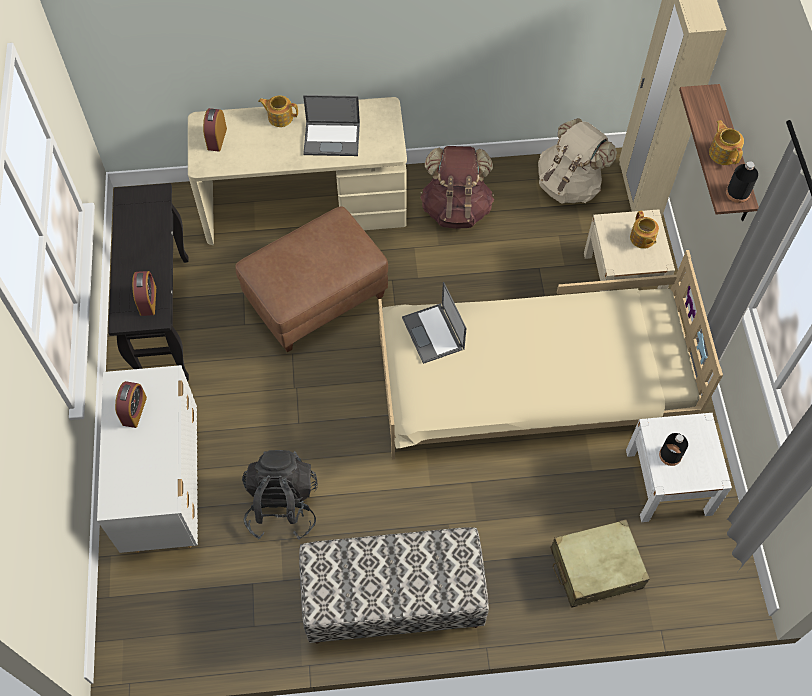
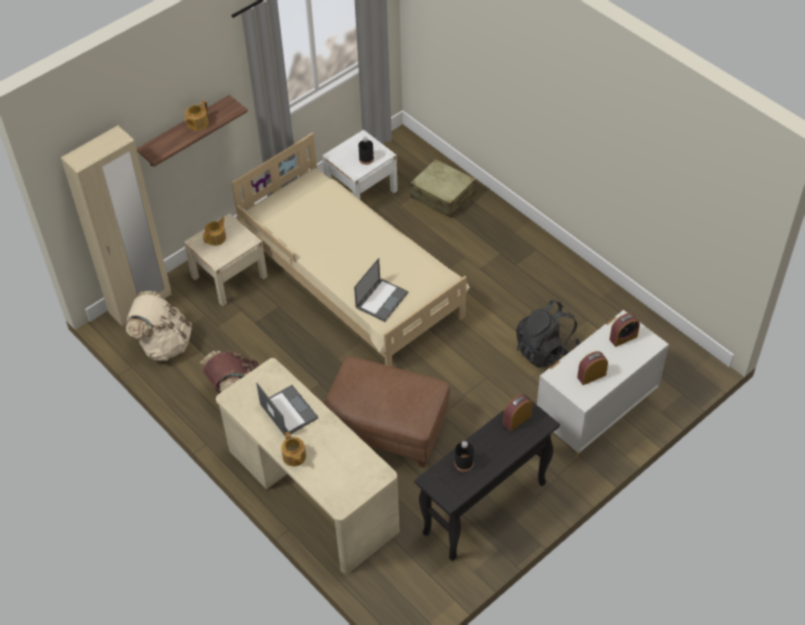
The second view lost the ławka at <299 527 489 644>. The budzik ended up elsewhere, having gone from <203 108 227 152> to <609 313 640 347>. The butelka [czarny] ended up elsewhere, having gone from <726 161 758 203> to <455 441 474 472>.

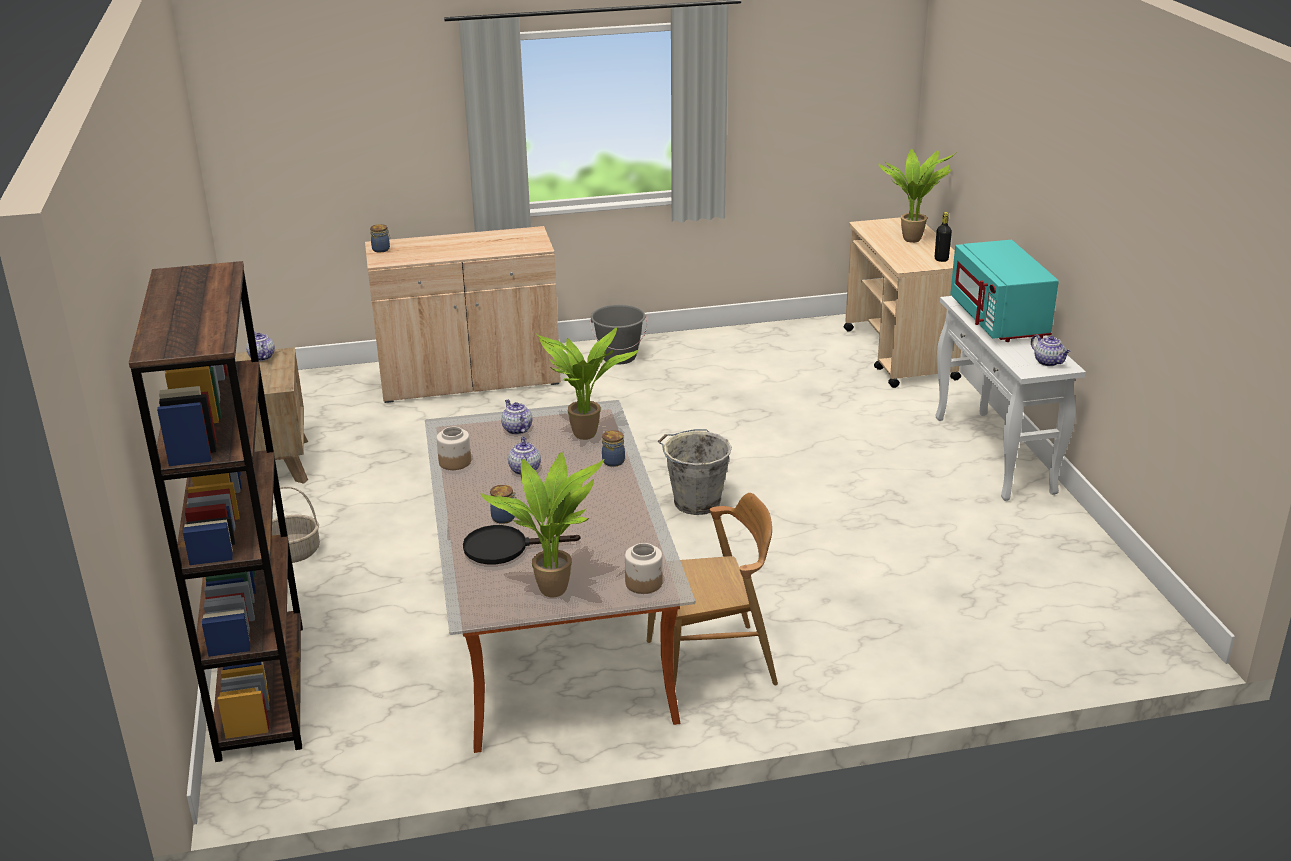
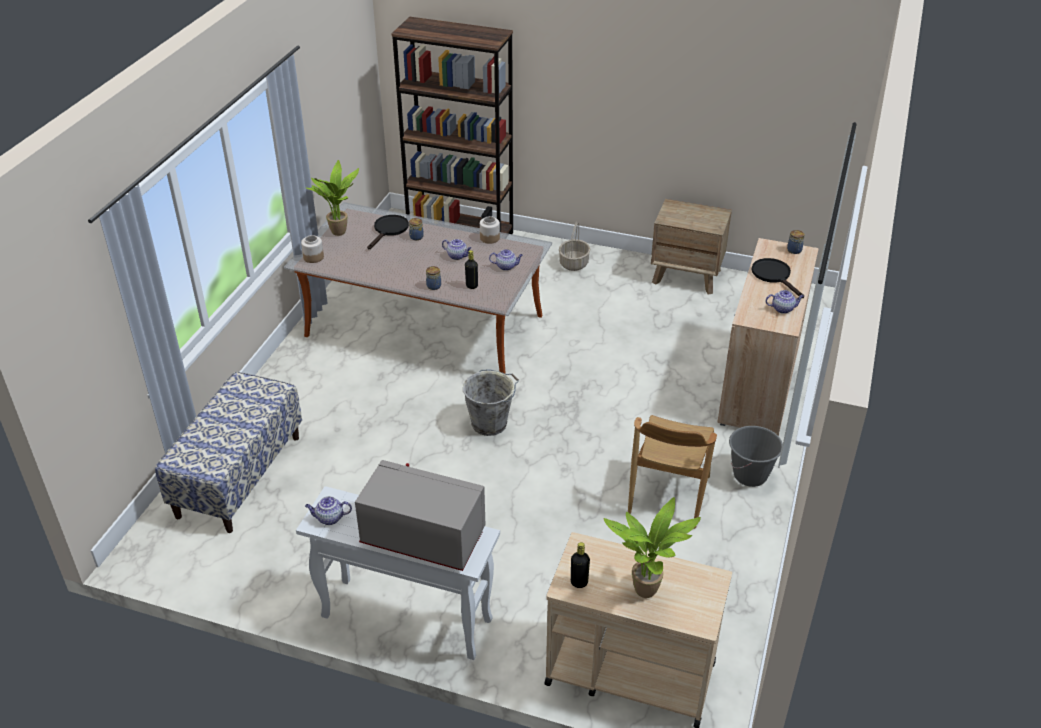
The second view gained the ławka at <155 372 302 533>. The second view gained the patelnia [czarny] at <752 258 804 298>. The imbryk ended up elsewhere, having gone from <246 331 275 361> to <766 290 804 314>. The krzesło [brązowy] ended up elsewhere, having gone from <647 493 778 688> to <628 415 717 529>. Where the roślina doniczkowa stood at <537 327 639 440>, the butelka [czarny] came to stand at <465 250 478 289>. What was the mikrofalówka [turkusowy] at <950 240 1059 342> turned into the mikrofalówka [szary] at <355 460 485 571>.

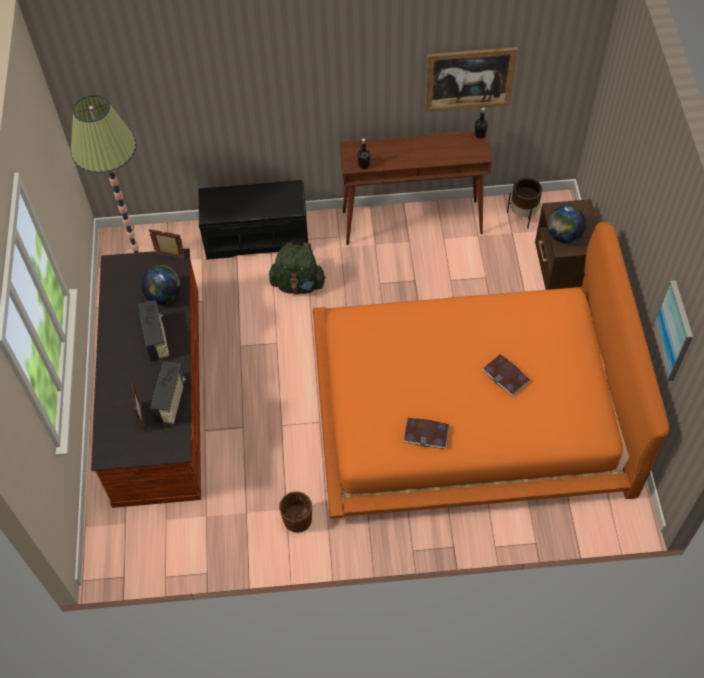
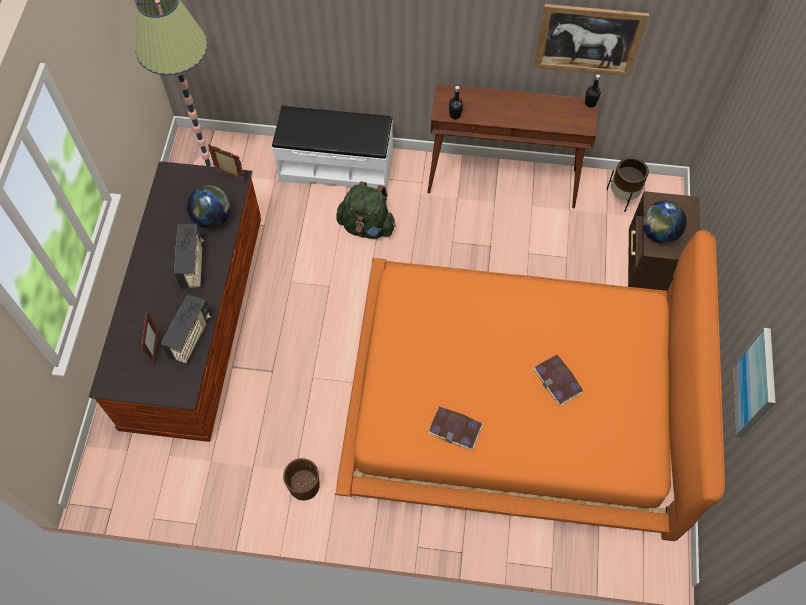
What was the ławka [czarny] at <198 180 308 260> turned into the ławka [biały] at <272 106 393 192>.

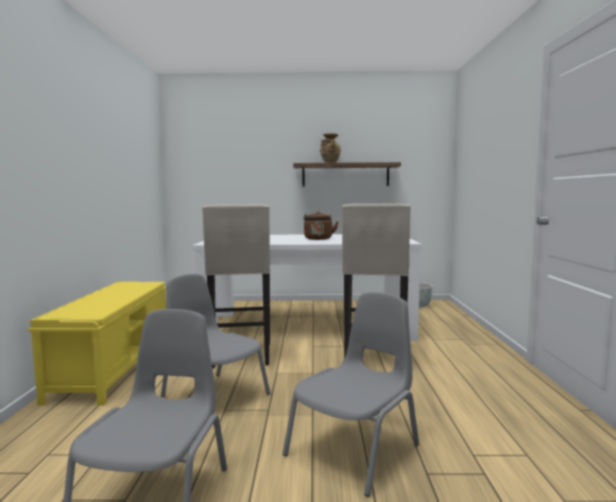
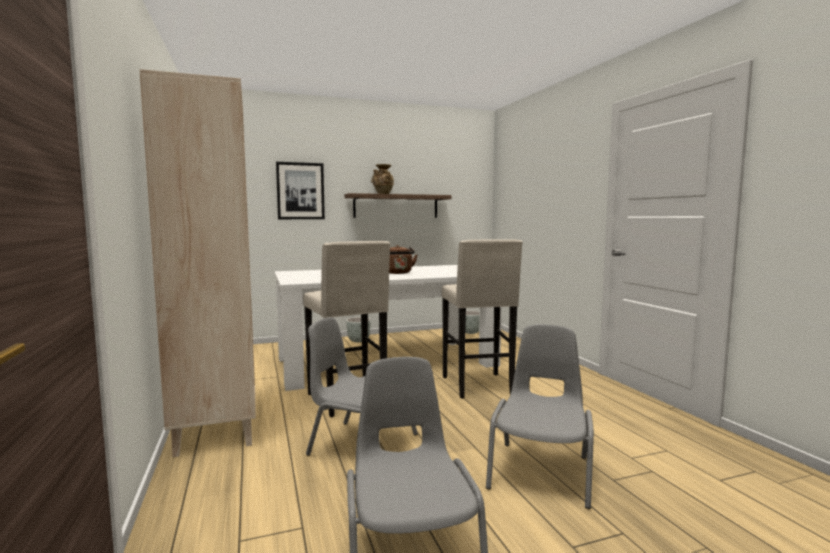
The second view gained the obraz at <276 162 325 219>. The second view gained the donica [szary] at <346 317 371 342>. Where the ławka [żółty] stood at <28 281 166 406>, the regał [beżowy] came to stand at <140 69 256 457>.

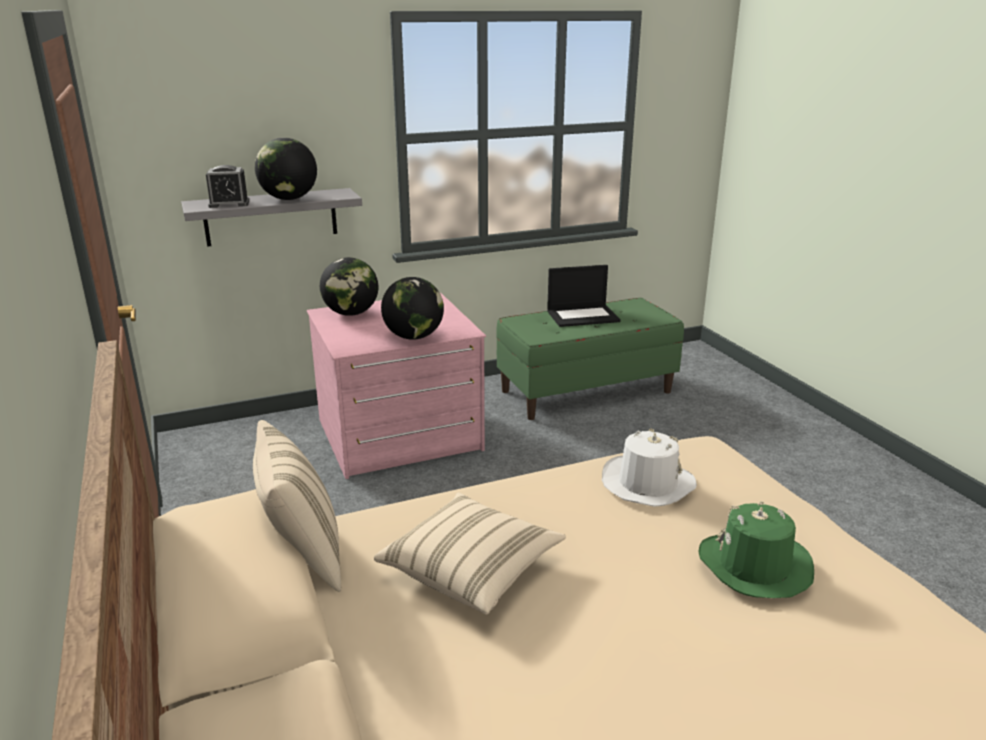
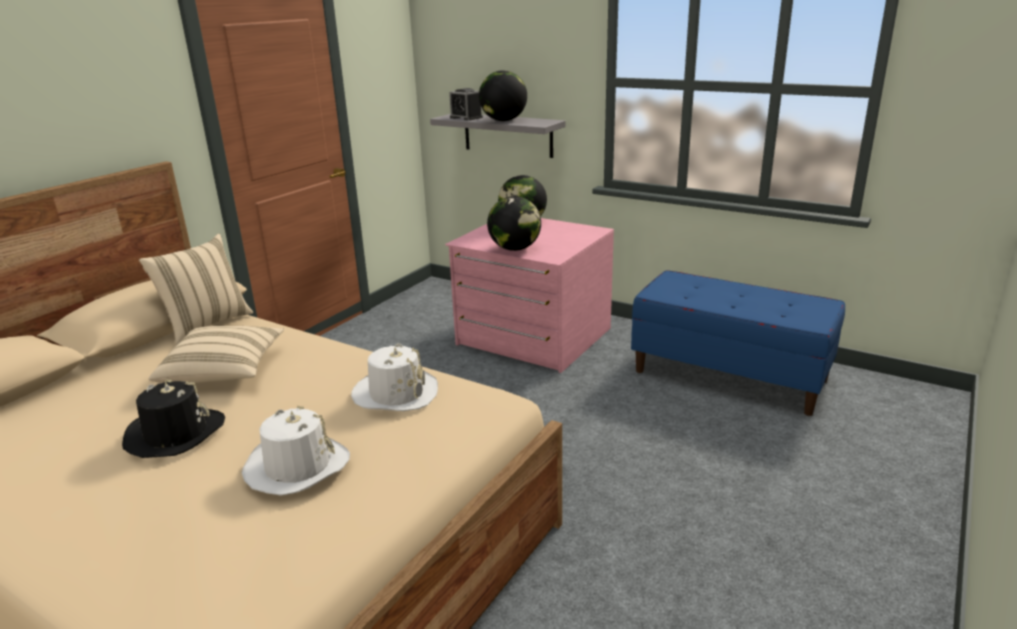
The second view lost the laptop at <547 265 621 327>. The second view gained the kapelusz [czarny] at <122 379 225 458>. What was the ławka [zielony] at <496 298 684 420> turned into the ławka [niebieski] at <631 270 845 416>. What was the kapelusz [zielony] at <698 500 814 598> turned into the kapelusz [biały] at <241 406 350 496>.

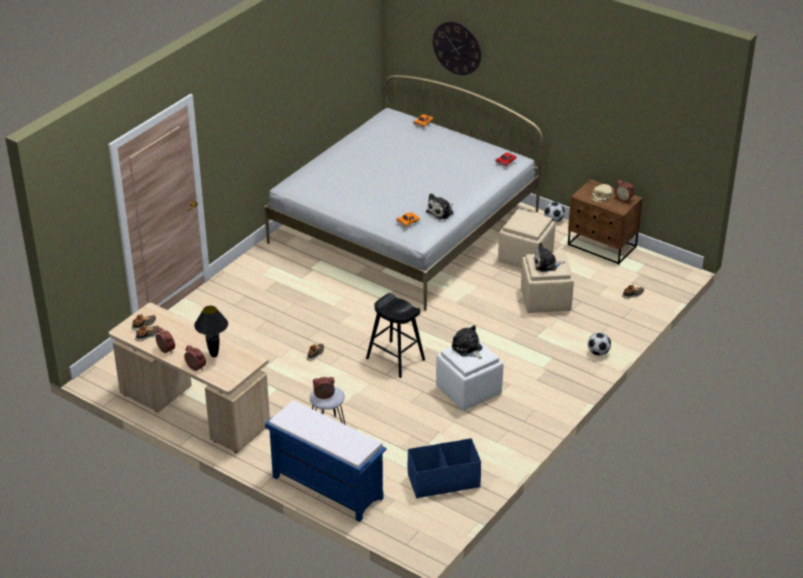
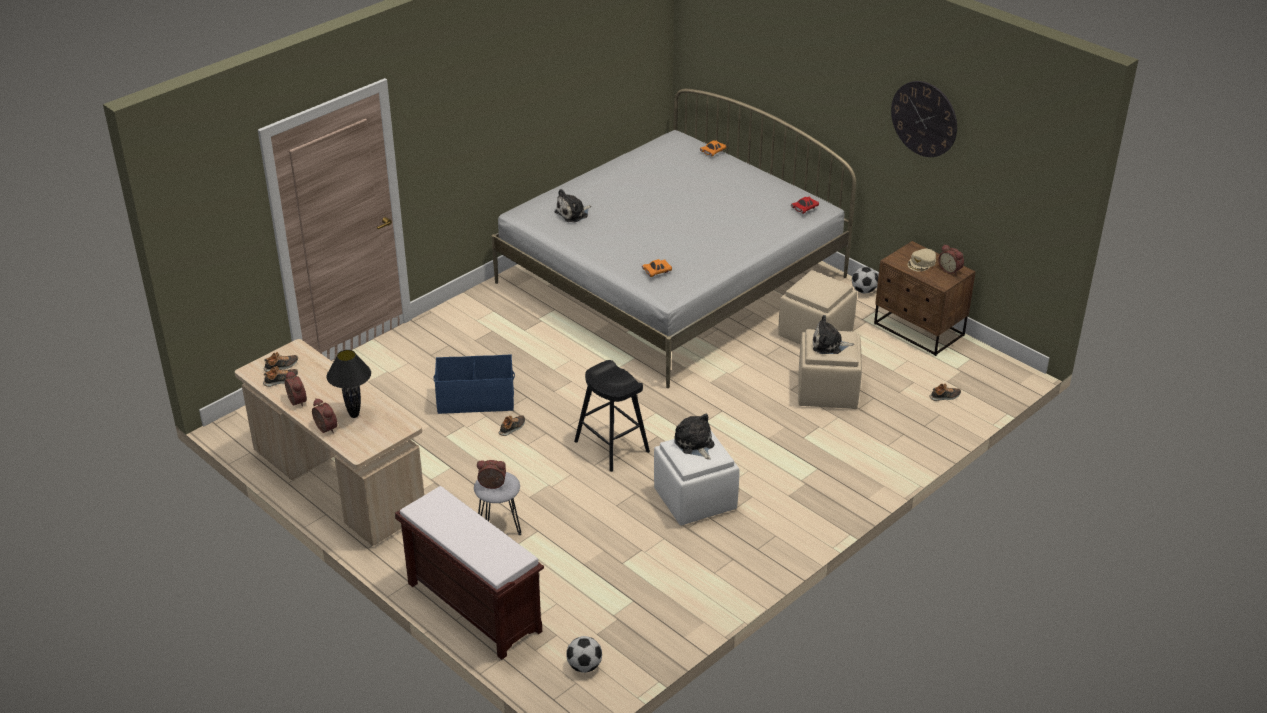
The pojemnik do przechowywania [niebieski] ended up elsewhere, having gone from <408 438 481 498> to <433 354 515 414>. The pluszak ended up elsewhere, having gone from <426 193 454 220> to <555 189 591 223>. The zegar ścienny ended up elsewhere, having gone from <433 21 481 75> to <891 81 957 157>. The piłka futbolowa ended up elsewhere, having gone from <588 332 611 356> to <567 636 602 673>. What was the ławka [niebieski] at <265 400 387 522> turned into the ławka [brązowy] at <395 486 544 660>.

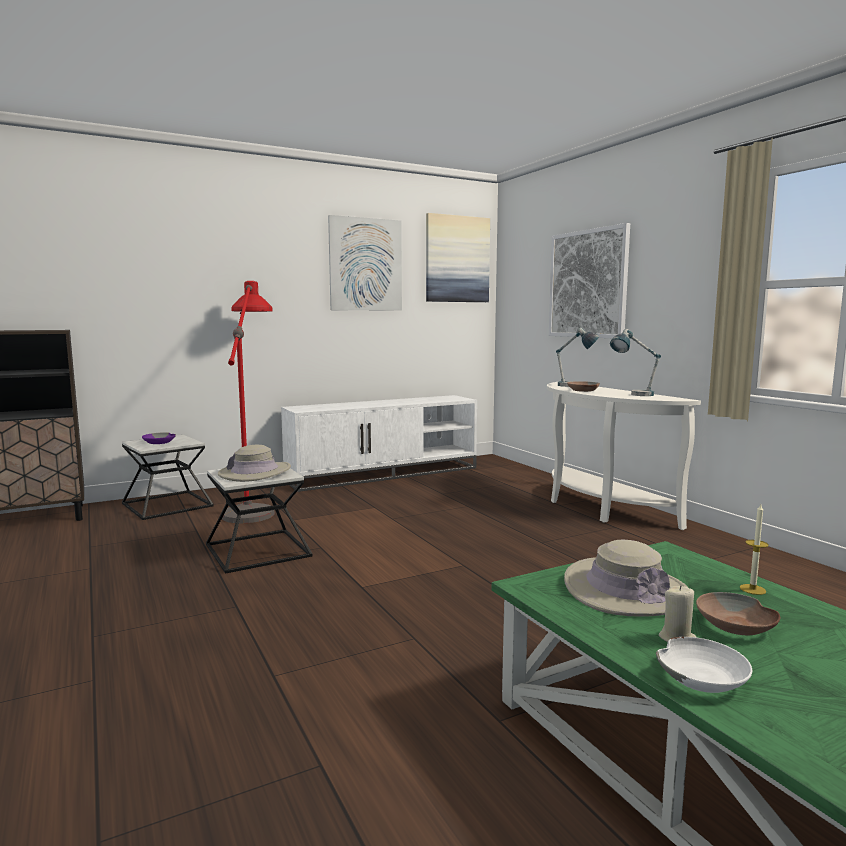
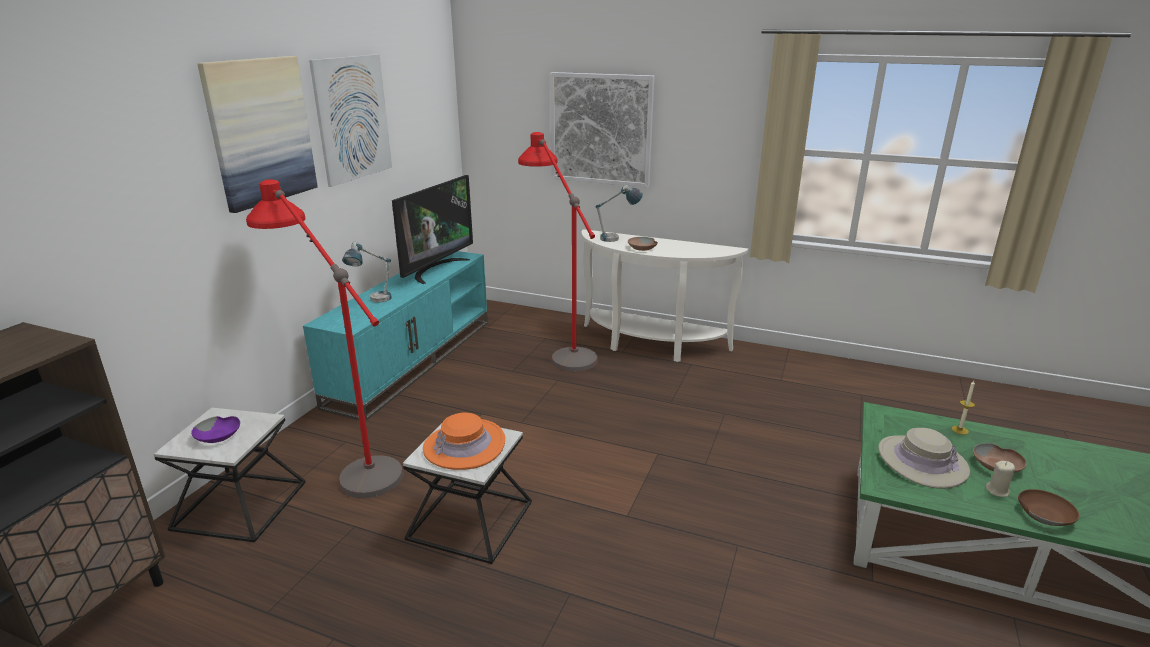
The second view gained the telewizor at <392 175 473 284>. The second view gained the lampa stojąca [czerwony] at <518 132 598 372>. The obraz ended up elsewhere, having gone from <426 213 490 302> to <197 56 318 213>. The lampa stołowa ended up elsewhere, having gone from <610 329 661 396> to <342 242 392 302>. What was the kapelusz [beżowy] at <218 445 291 482> turned into the kapelusz [pomarańczowy] at <423 413 505 470>. What was the szafka pod telewizor [biały] at <281 395 477 492> turned into the szafka pod telewizor [turkusowy] at <303 251 488 421>. What was the miska [biały] at <656 637 752 693> turned into the miska [brązowy] at <1018 489 1079 526>.

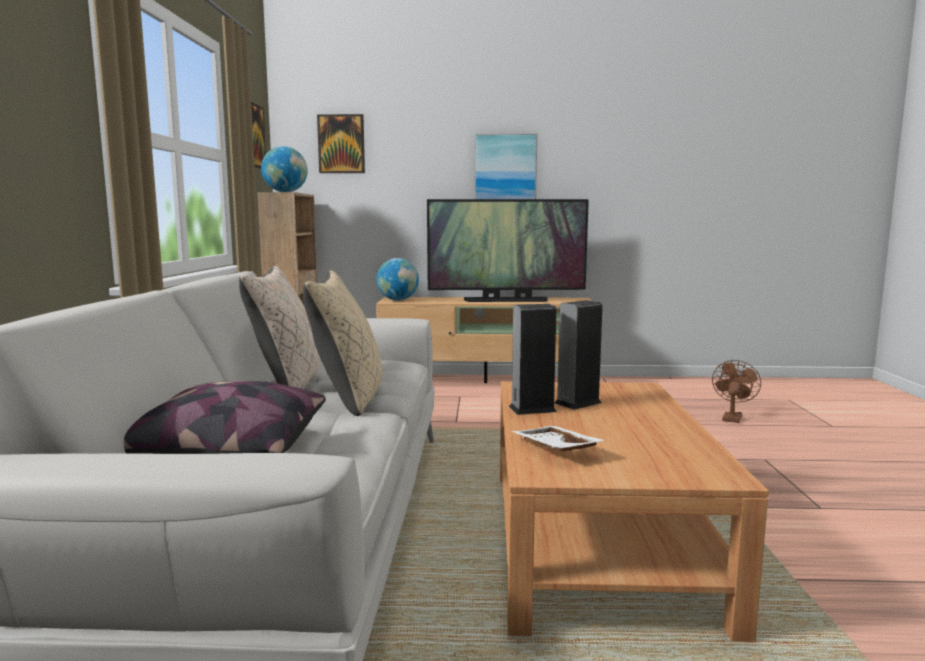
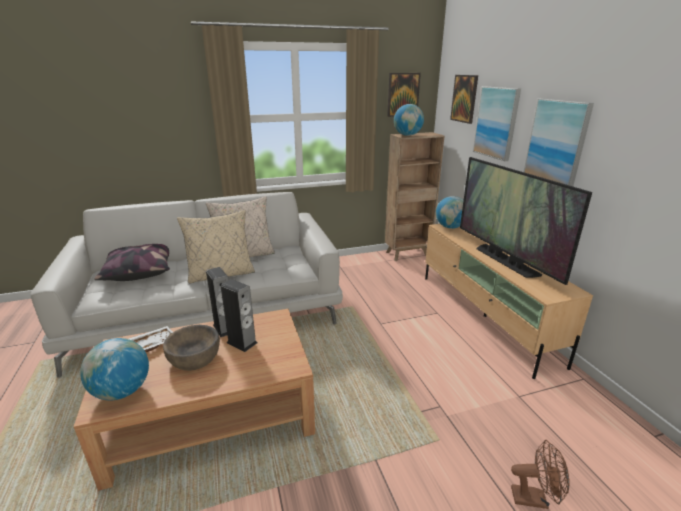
The second view gained the globus at <80 338 149 400>. The second view gained the miska [brązowy] at <163 325 220 371>. The second view gained the obraz at <473 86 521 161>.

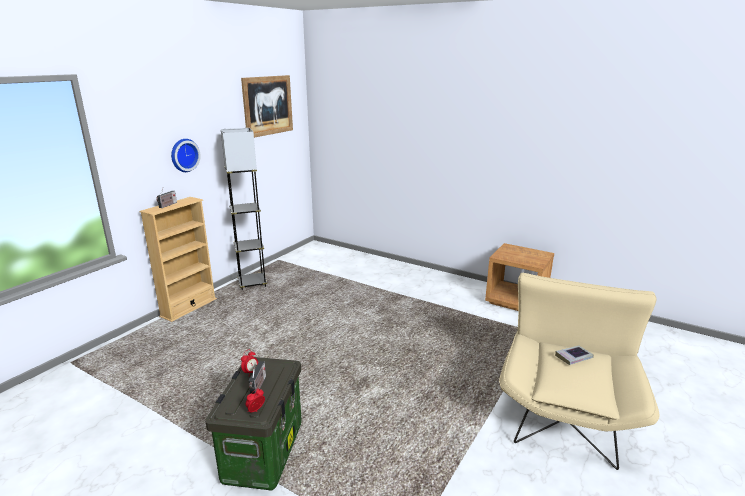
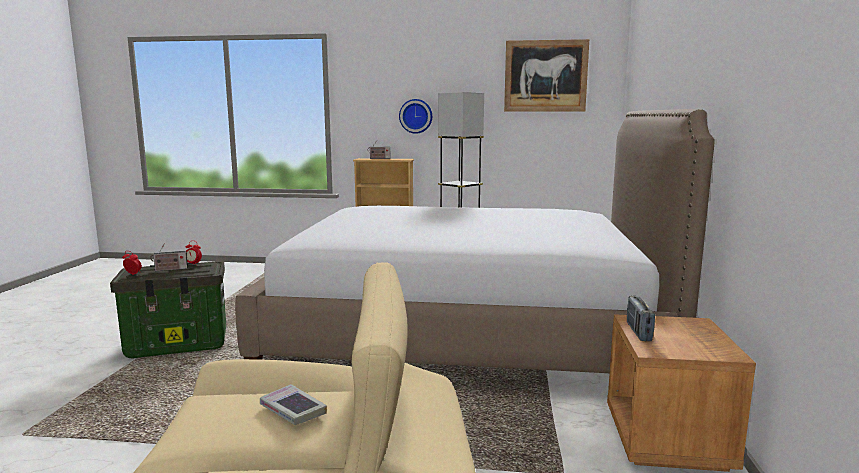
The second view gained the łóżko at <235 109 715 373>. The second view gained the radio at <627 296 655 341>.

